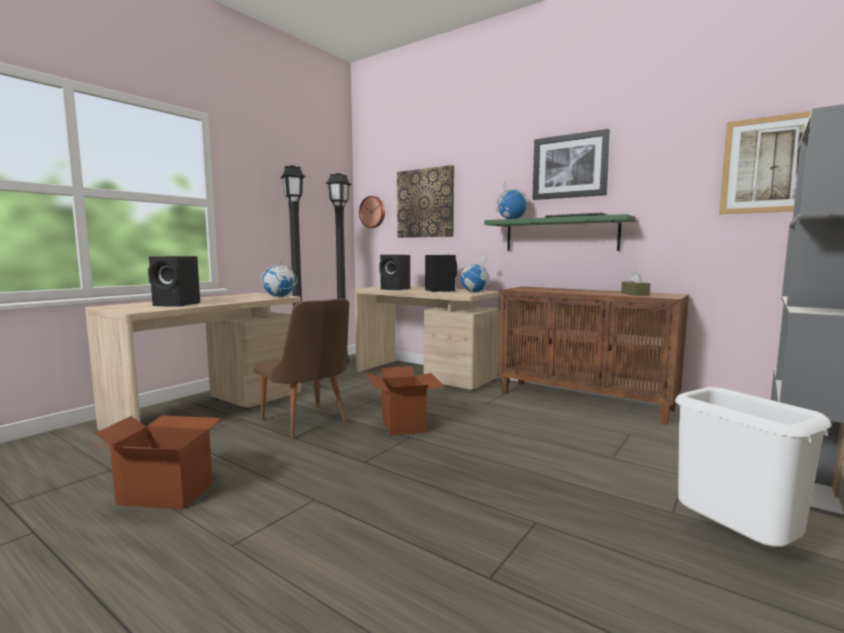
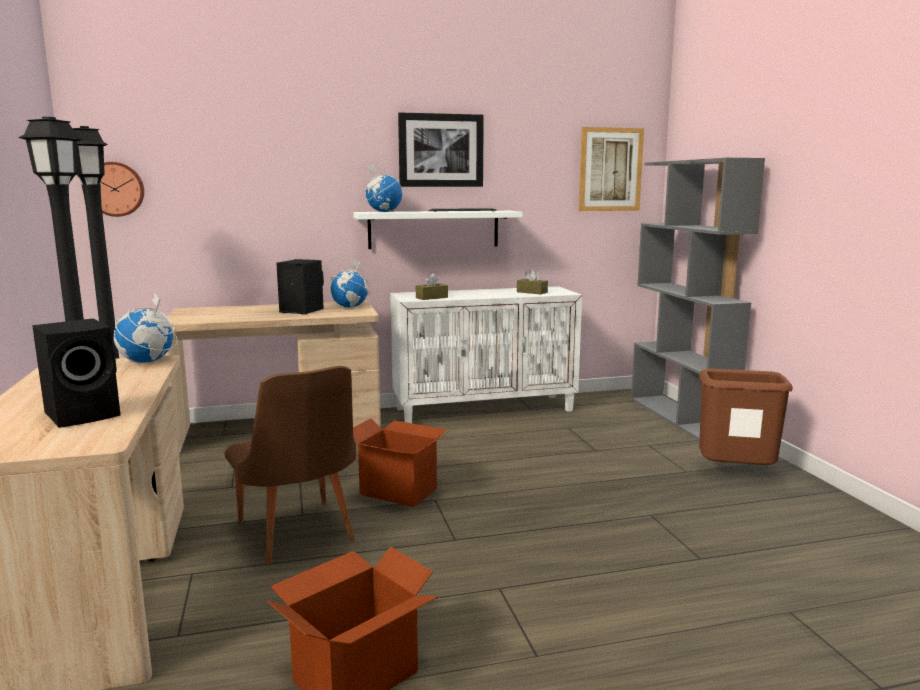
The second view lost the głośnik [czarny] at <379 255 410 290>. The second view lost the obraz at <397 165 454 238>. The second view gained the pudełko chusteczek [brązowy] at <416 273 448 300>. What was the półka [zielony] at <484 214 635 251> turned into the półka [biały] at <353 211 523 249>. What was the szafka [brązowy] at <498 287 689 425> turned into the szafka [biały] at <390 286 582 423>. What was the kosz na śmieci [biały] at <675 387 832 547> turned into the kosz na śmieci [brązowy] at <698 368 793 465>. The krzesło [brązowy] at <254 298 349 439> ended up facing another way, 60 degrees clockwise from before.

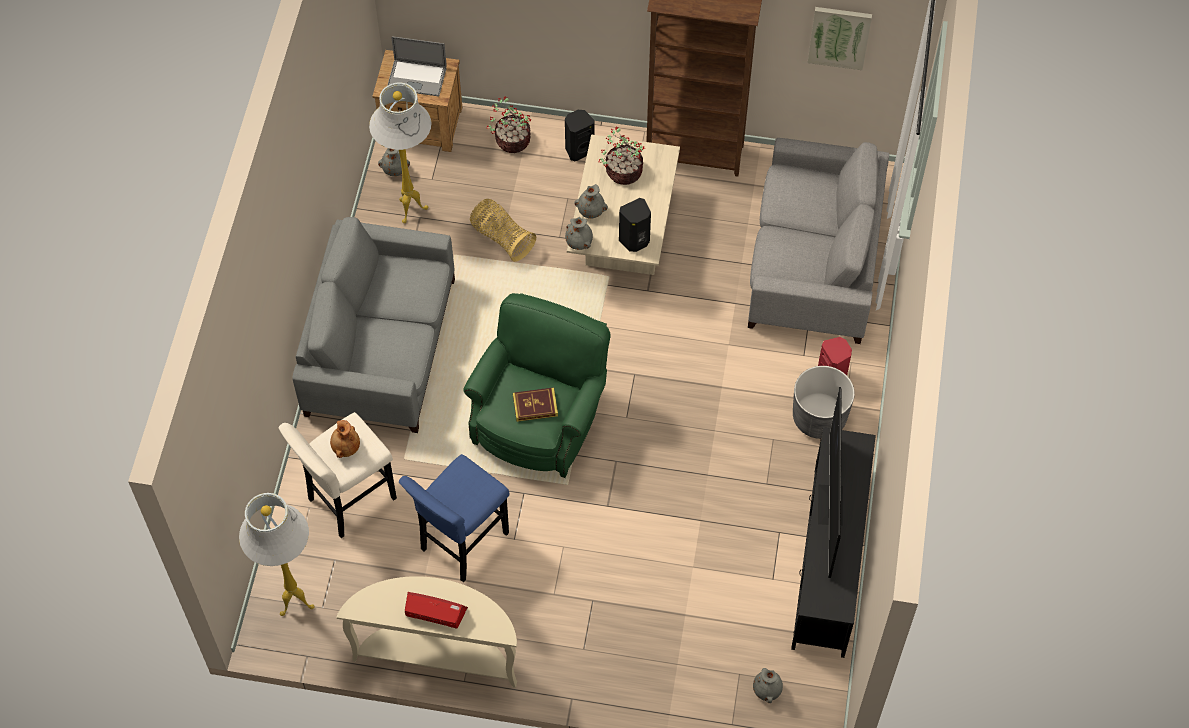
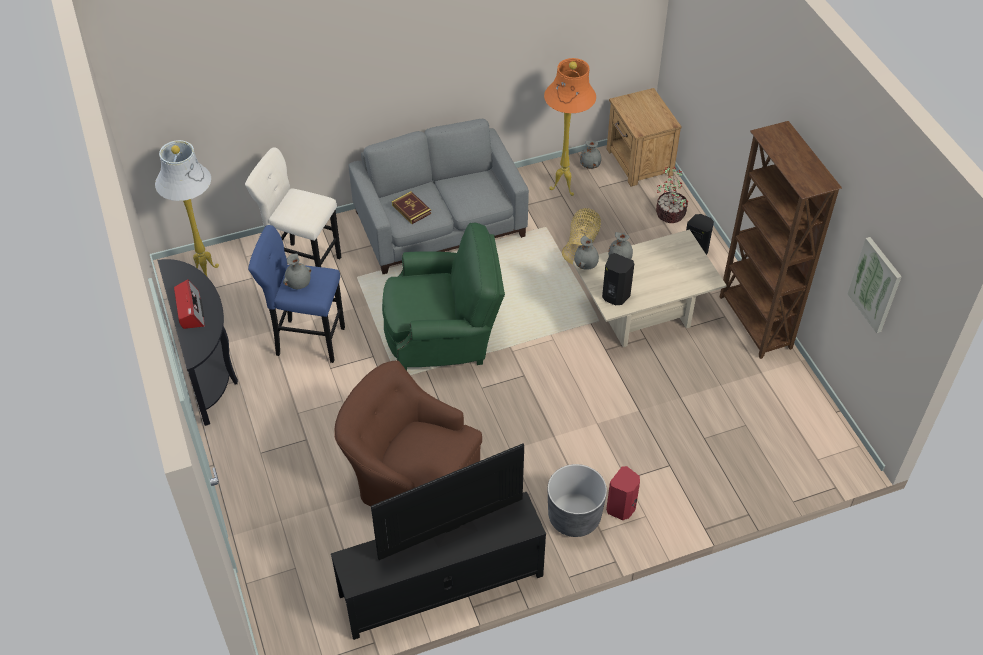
The second view lost the wazon [brązowy] at <330 420 360 458>. The second view lost the laptop at <387 36 447 96>. The second view lost the roślina doniczkowa at <598 127 645 185>. The second view lost the kanapa [szary] at <748 138 889 344>. The second view gained the fotel [brązowy] at <334 360 482 506>. The książka ended up elsewhere, having gone from <513 387 558 422> to <392 191 431 224>. The wazon [szary] ended up elsewhere, having gone from <753 668 783 703> to <283 254 311 289>. What was the stolik konsolowy [beżowy] at <337 576 517 688> turned into the stolik konsolowy [czarny] at <157 259 238 426>. What was the lampa stojąca [biały] at <369 82 431 223> turned into the lampa stojąca [pomarańczowy] at <544 58 596 196>.

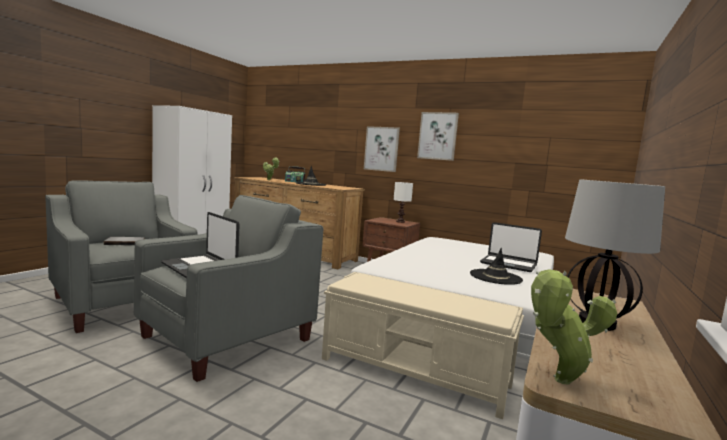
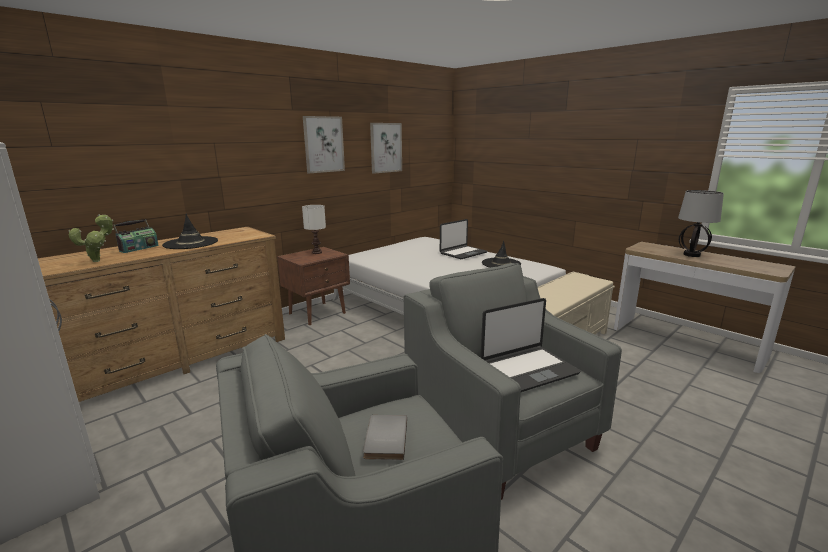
The second view lost the roślina doniczkowa at <531 269 617 385>. The obraz ended up elsewhere, having gone from <364 126 400 172> to <370 123 402 174>.

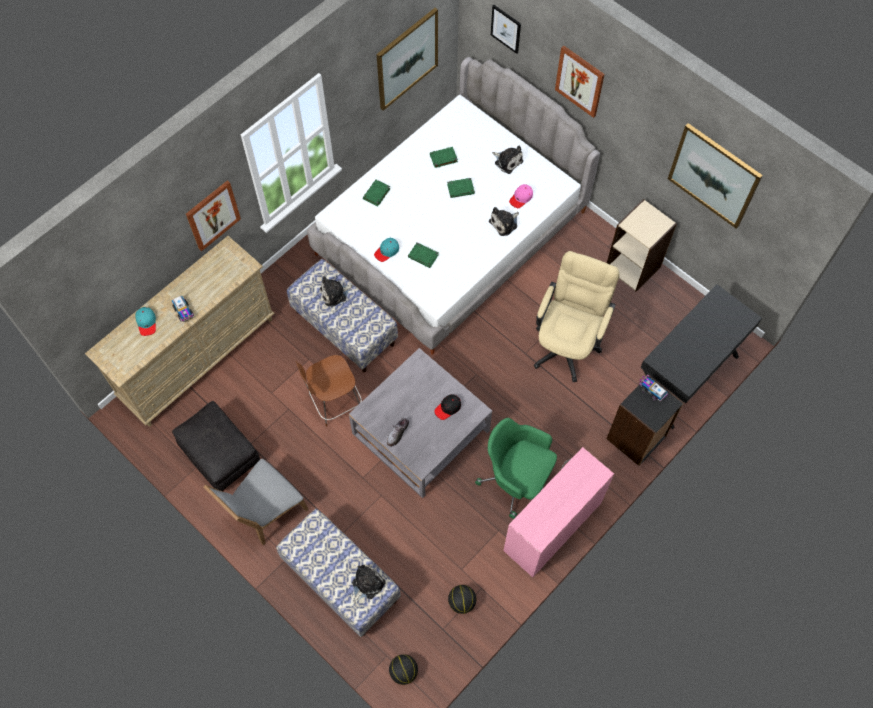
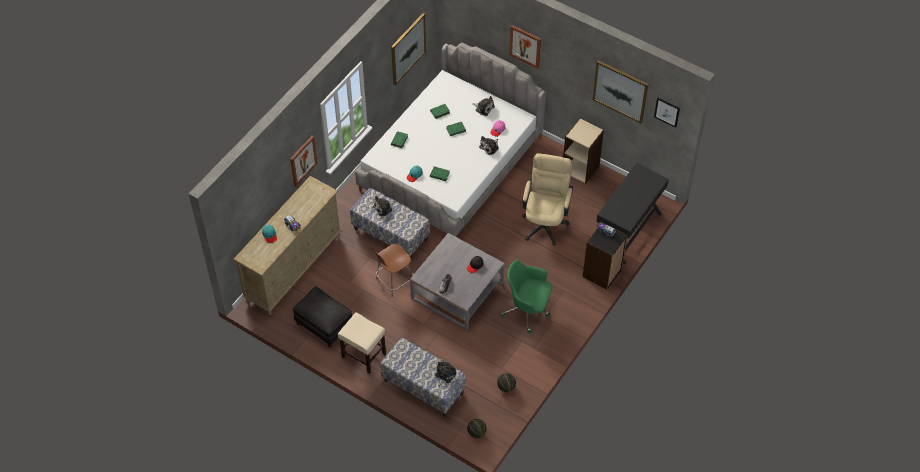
The second view lost the biurko [różowy] at <503 447 614 577>. The obraz ended up elsewhere, having gone from <491 5 521 54> to <654 98 680 128>. Where the krzesło [szary] stood at <203 459 309 545>, the stołek [beżowy] came to stand at <338 312 386 374>.

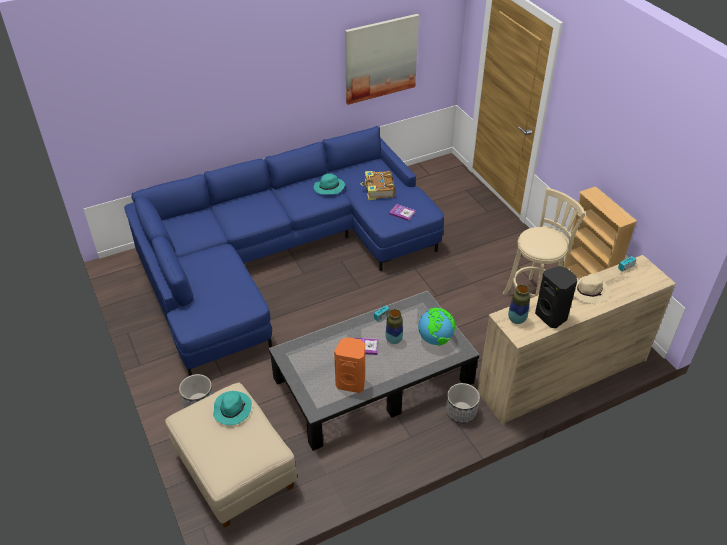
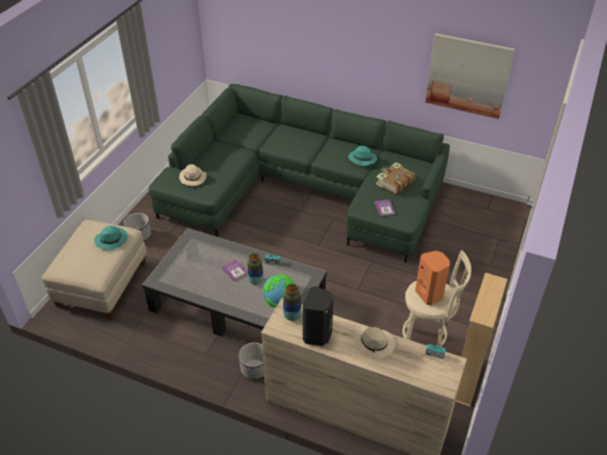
The second view gained the kapelusz [beżowy] at <179 164 207 186>. The głośnik [pomarańczowy] ended up elsewhere, having gone from <334 337 365 393> to <415 251 450 306>. What was the kanapa [niebieski] at <124 126 444 376> turned into the kanapa [zielony] at <148 84 450 263>.

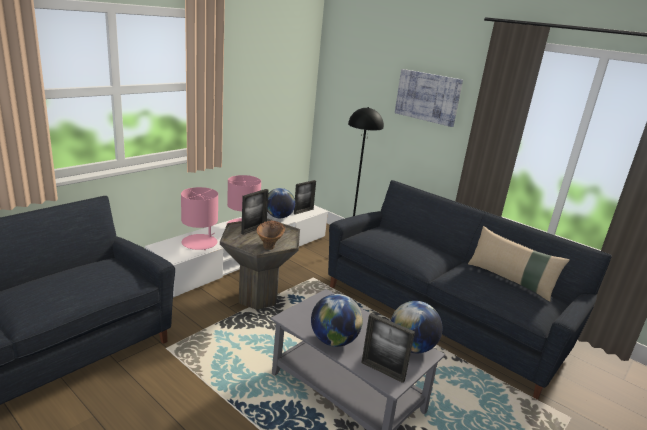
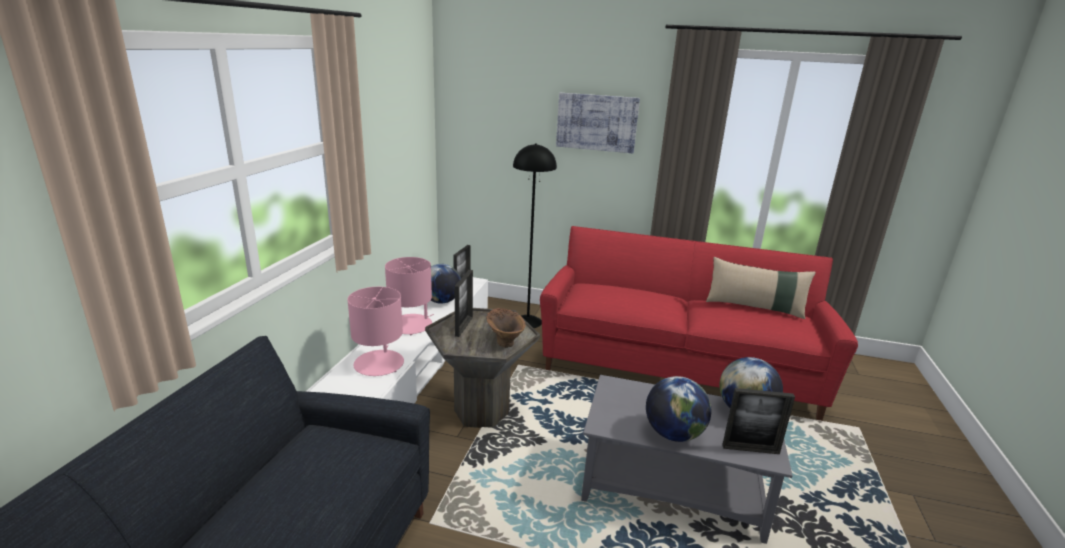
What was the kanapa [czarny] at <328 180 612 400> turned into the kanapa [czerwony] at <540 226 858 421>.

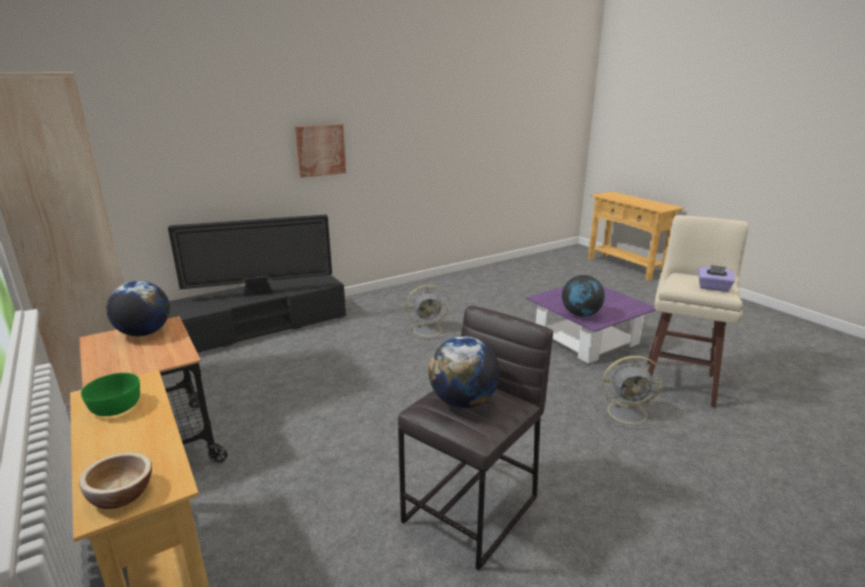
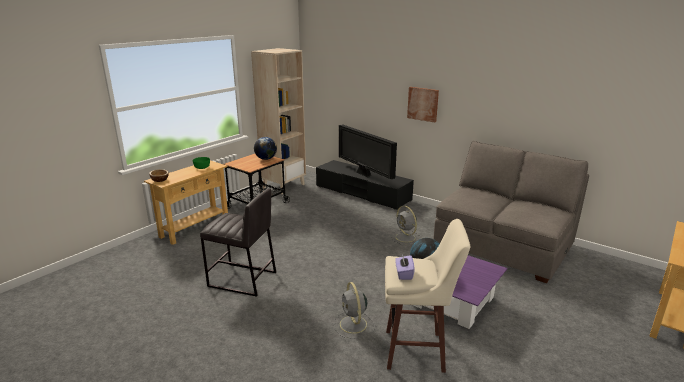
The second view lost the globus at <429 336 500 408>. The second view gained the kanapa [szary] at <433 141 589 283>.

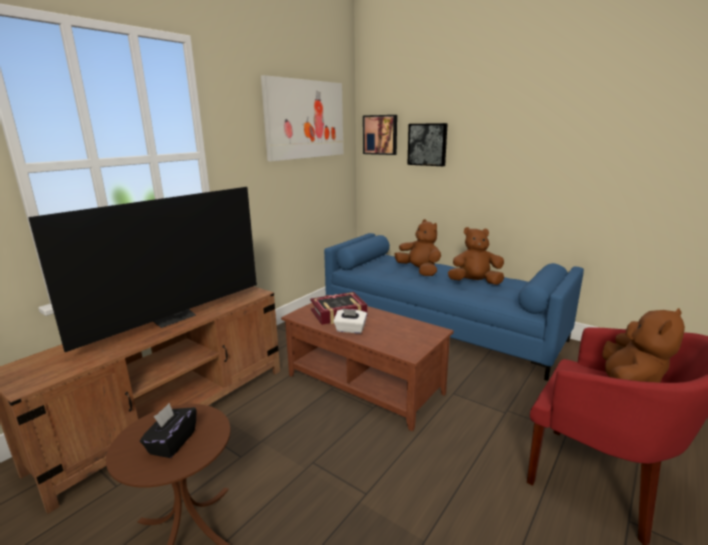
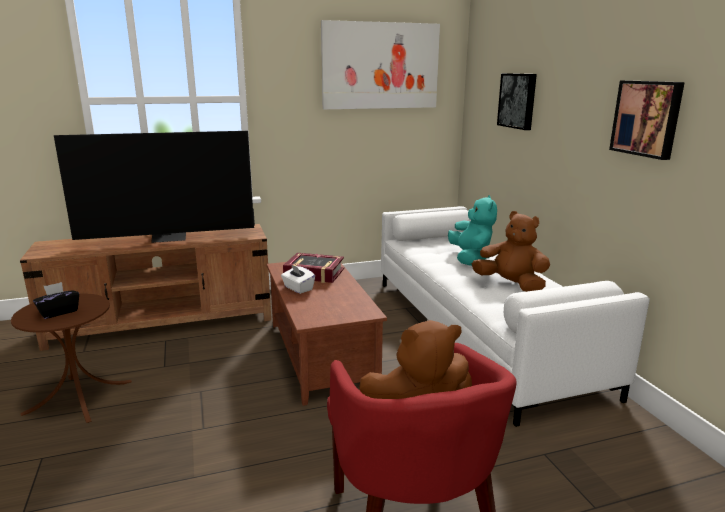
The obraz ended up elsewhere, having gone from <363 115 397 155> to <609 80 685 160>. What was the kanapa [niebieski] at <324 233 584 381> turned into the kanapa [biały] at <381 206 650 427>. What was the pluszak [brązowy] at <395 219 441 276> turned into the pluszak [turkusowy] at <448 195 497 266>.

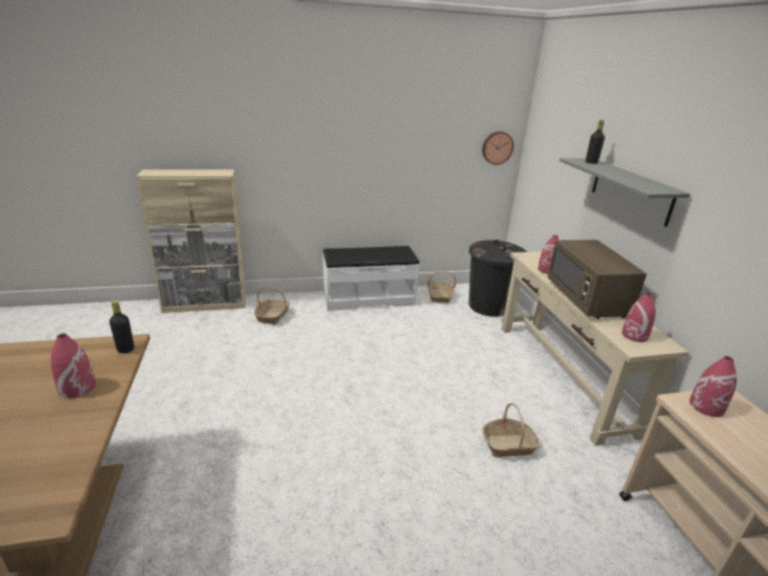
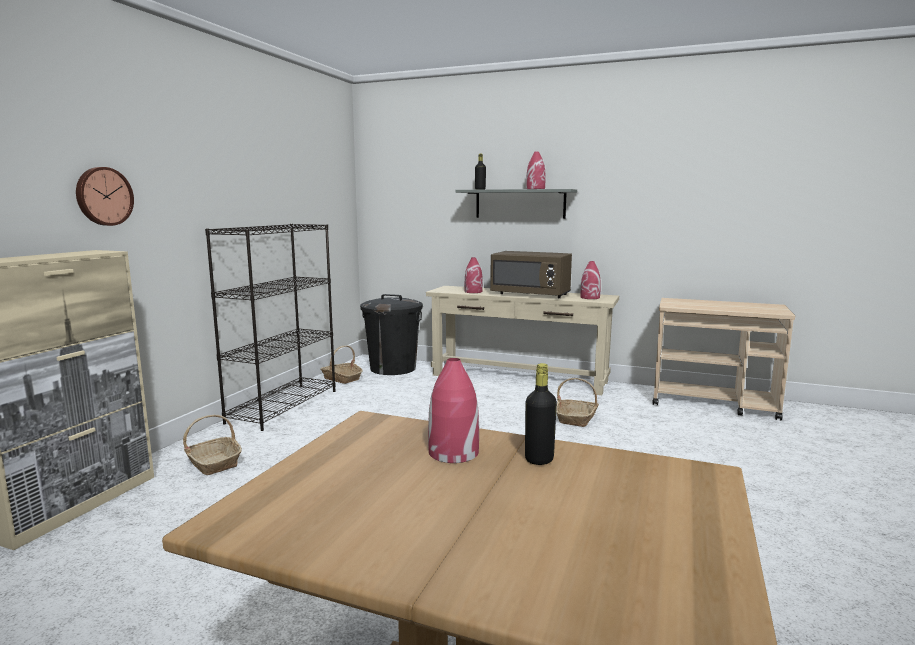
The butelka [czarny] ended up elsewhere, having gone from <109 301 134 353> to <525 363 557 465>. The zegar ścienny ended up elsewhere, having gone from <482 131 514 165> to <76 167 134 226>. The wazon [czerwony] ended up elsewhere, having gone from <689 356 737 417> to <526 151 545 189>. Where the ławka [biały] stood at <323 246 420 311>, the regał [czarny] came to stand at <205 224 336 431>.

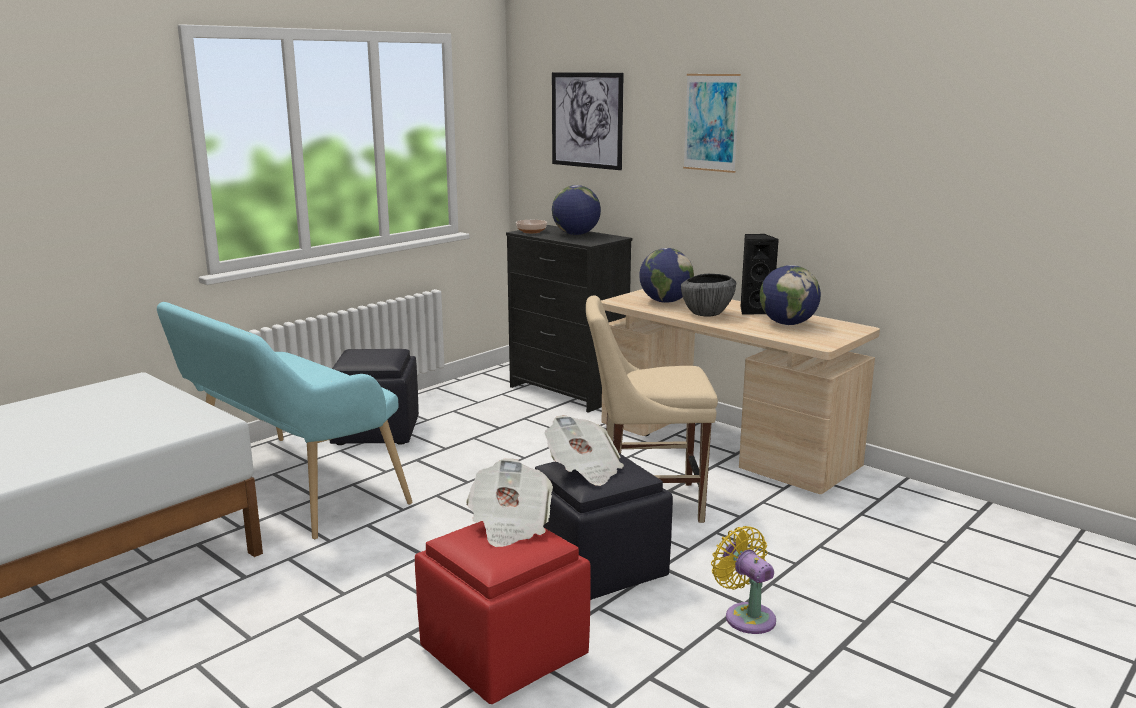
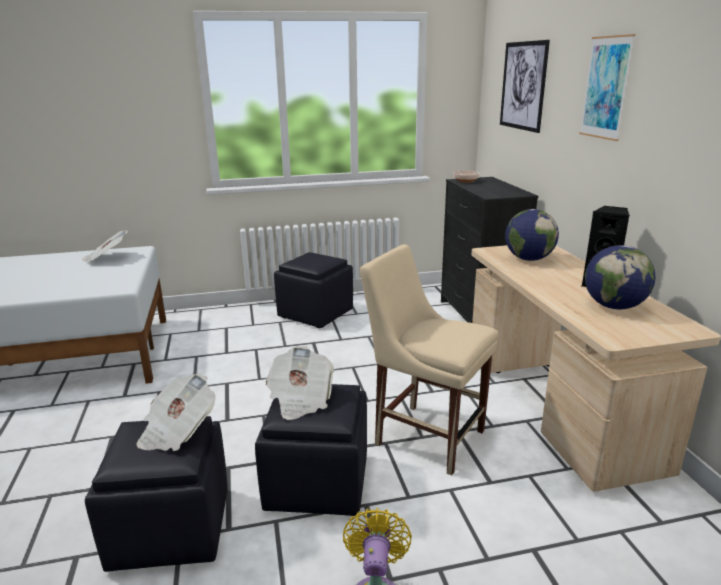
The second view lost the ławka [turkusowy] at <157 302 412 540>. The second view lost the globus at <552 185 601 235>. The second view lost the miska at <681 274 736 316>. The second view gained the gazeta at <82 230 128 263>. What was the pufa [czerwony] at <415 521 591 704> turned into the pufa [czarny] at <85 416 228 572>.

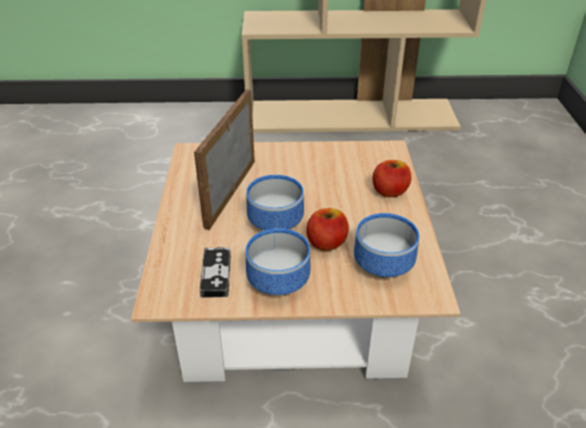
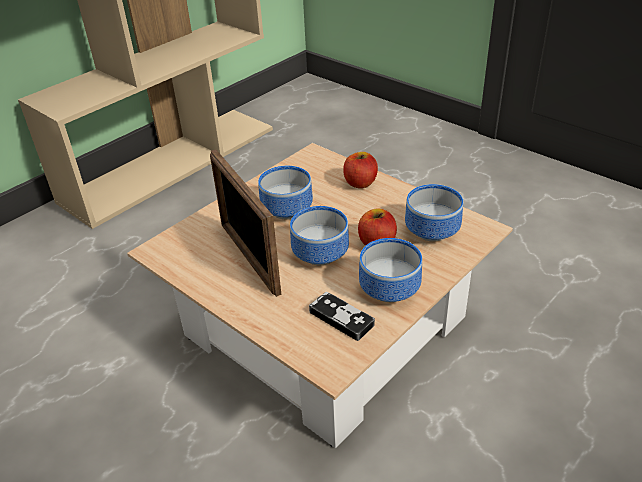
The second view gained the miska at <258 166 313 219>.

